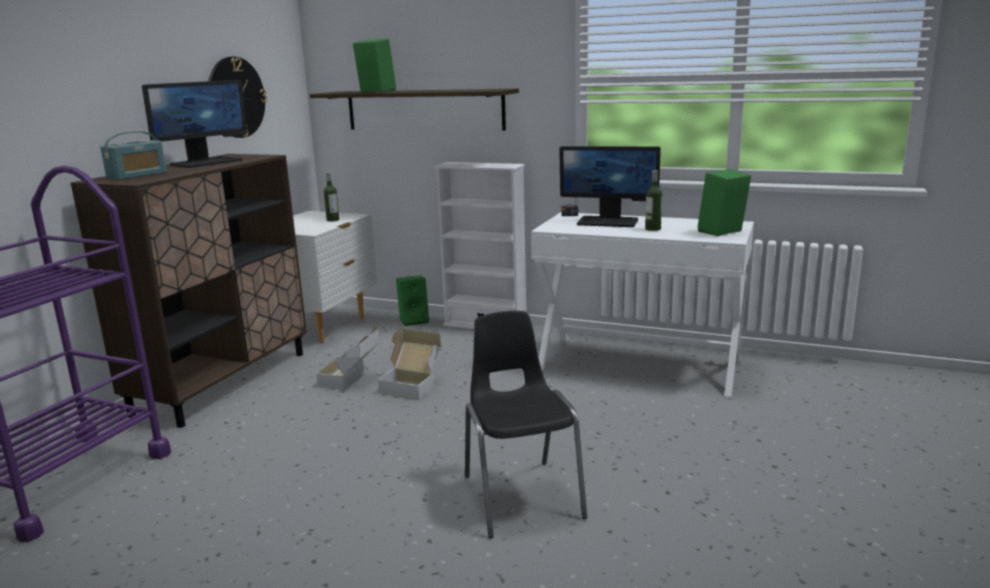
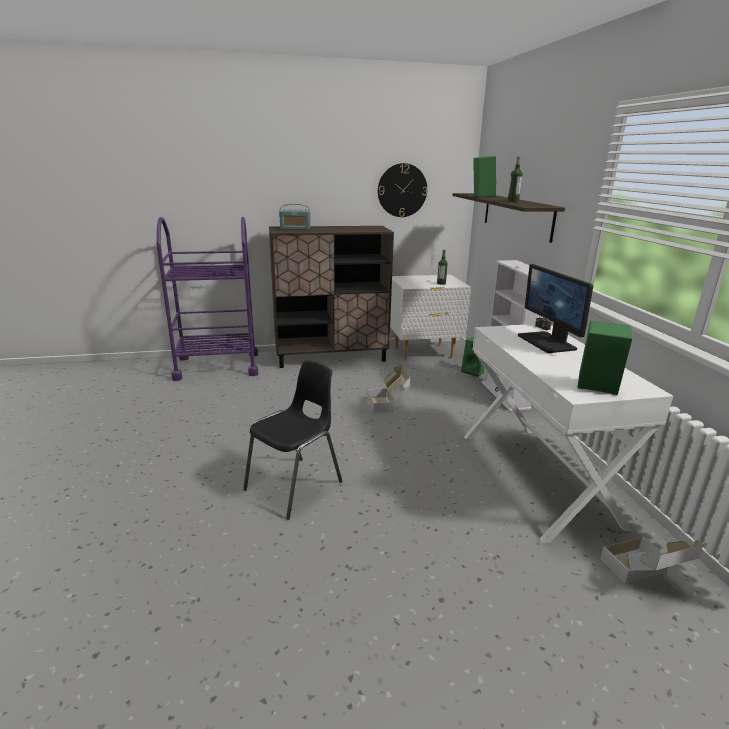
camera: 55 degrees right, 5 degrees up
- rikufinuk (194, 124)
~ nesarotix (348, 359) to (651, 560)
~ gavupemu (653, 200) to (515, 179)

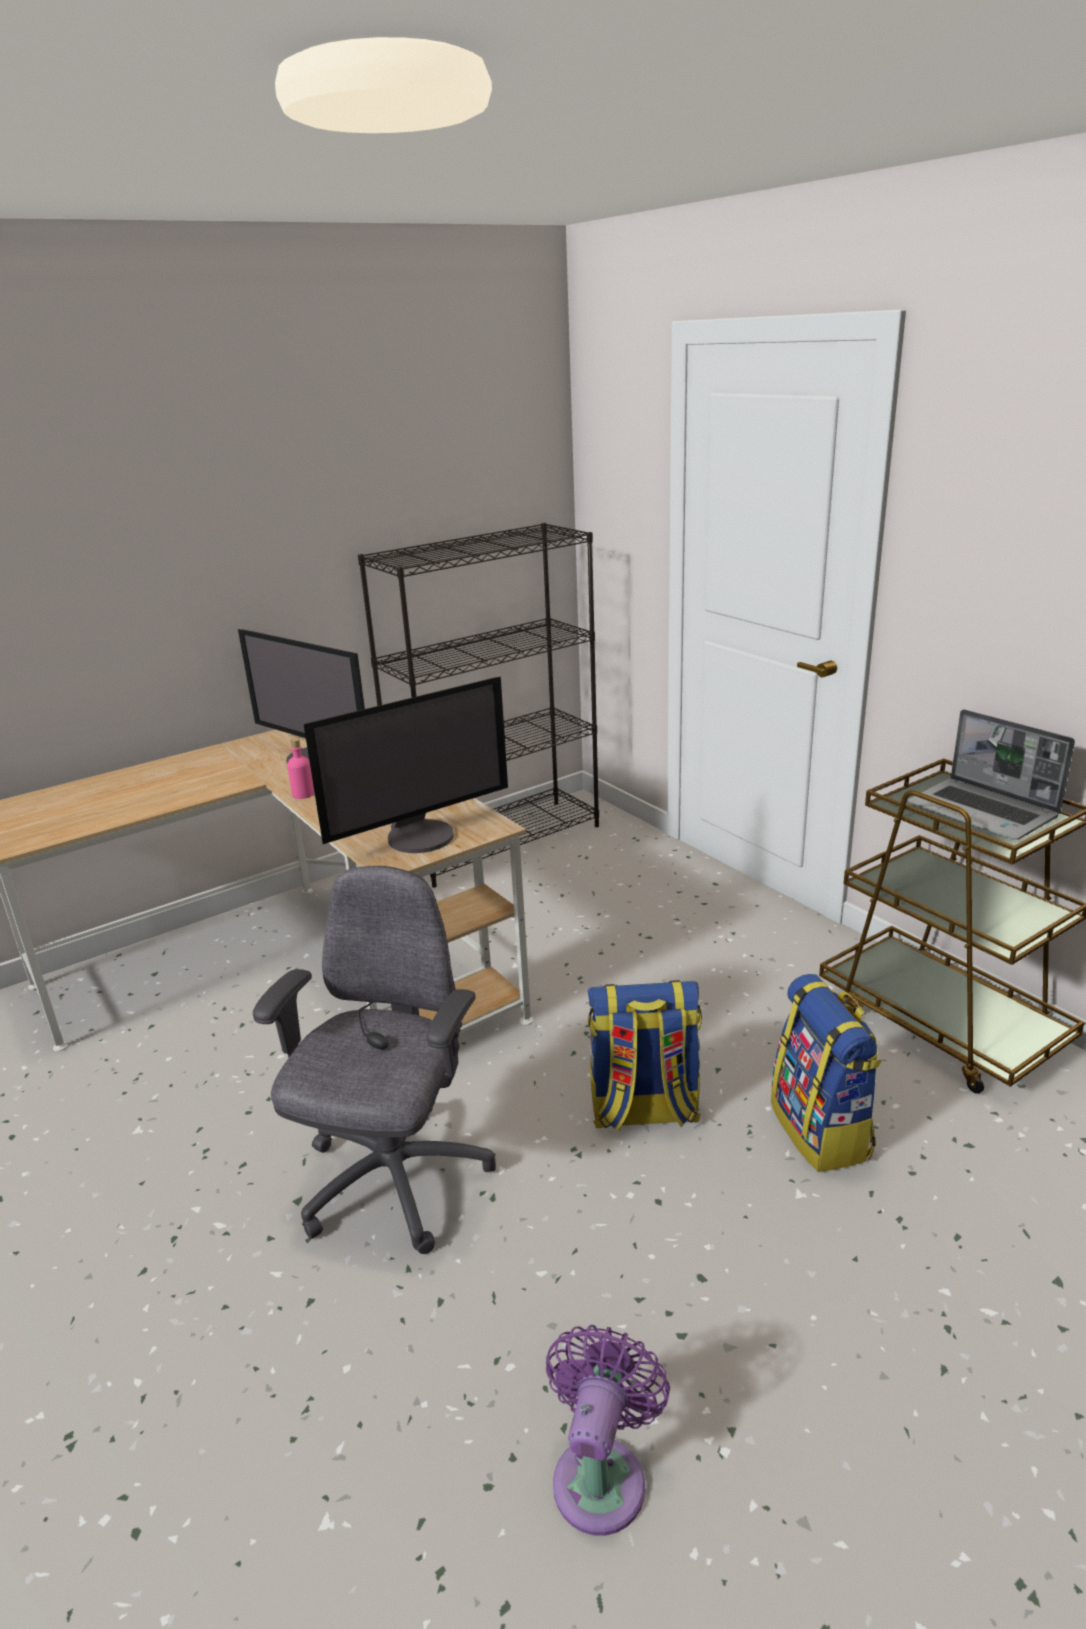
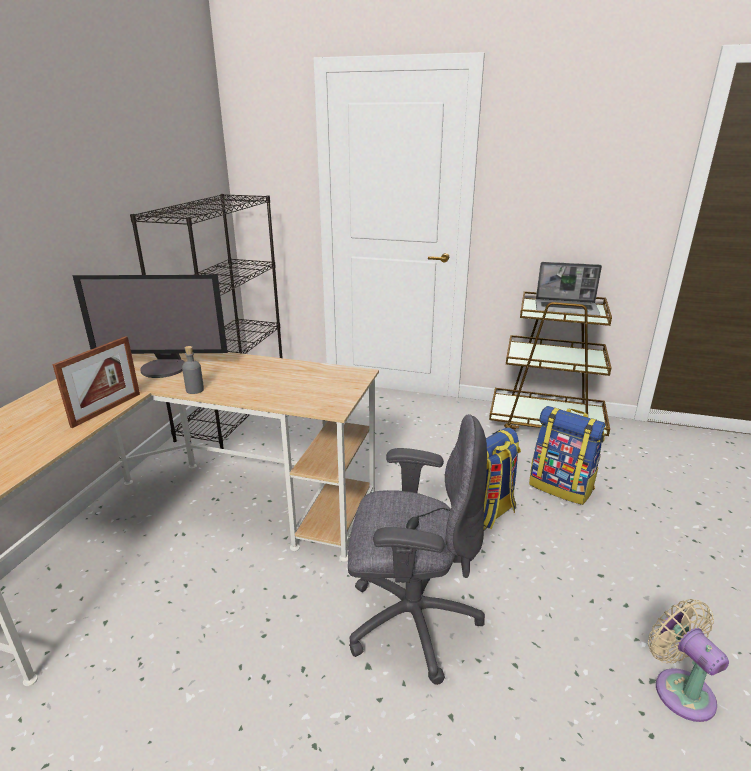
camera: 40 degrees left, 0 degrees up
- rikufinuk (406, 765)
+ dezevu (96, 382)
~ pink_gavupemu (300, 768) to grey_gavupemu (193, 370)
~ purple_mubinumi (608, 1430) to beige_mubinumi (688, 660)
~ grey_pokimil (374, 1060) = (417, 549) 120 degrees clockwise

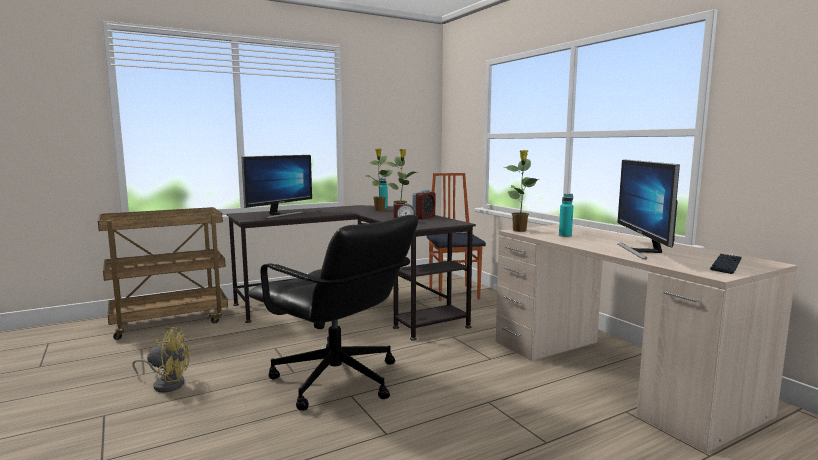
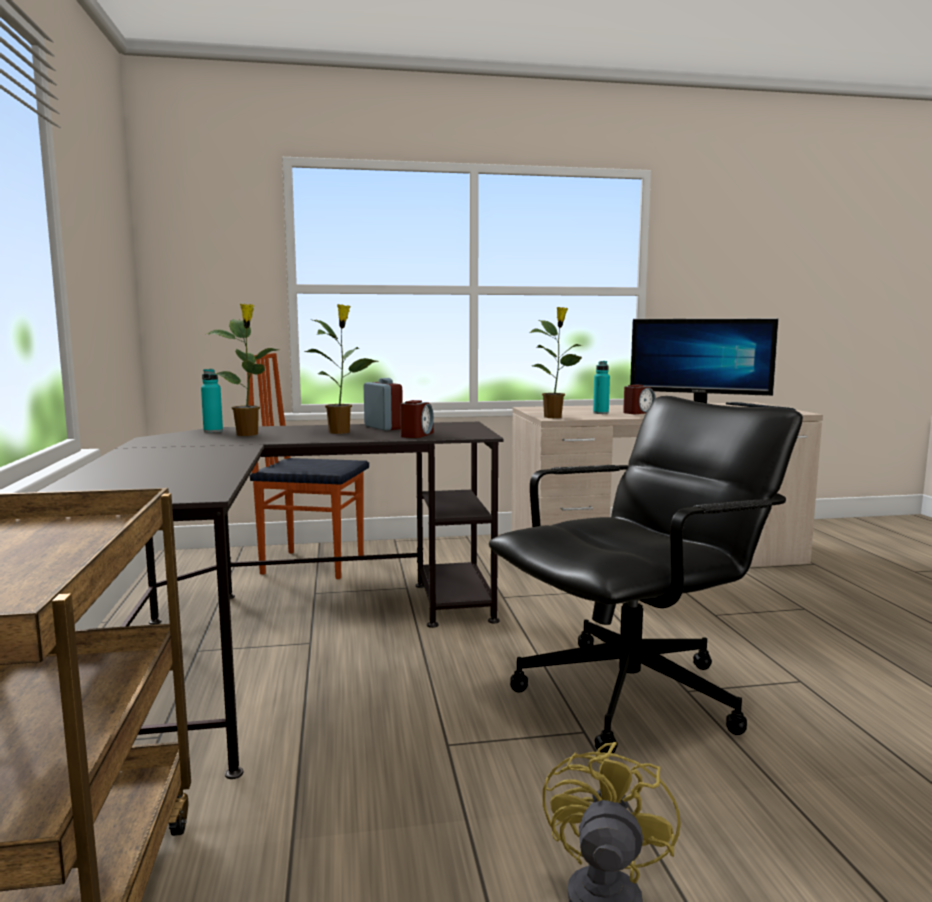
camera: 70 degrees left, 0 degrees up
- rikufinuk (276, 186)
+ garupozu (639, 399)

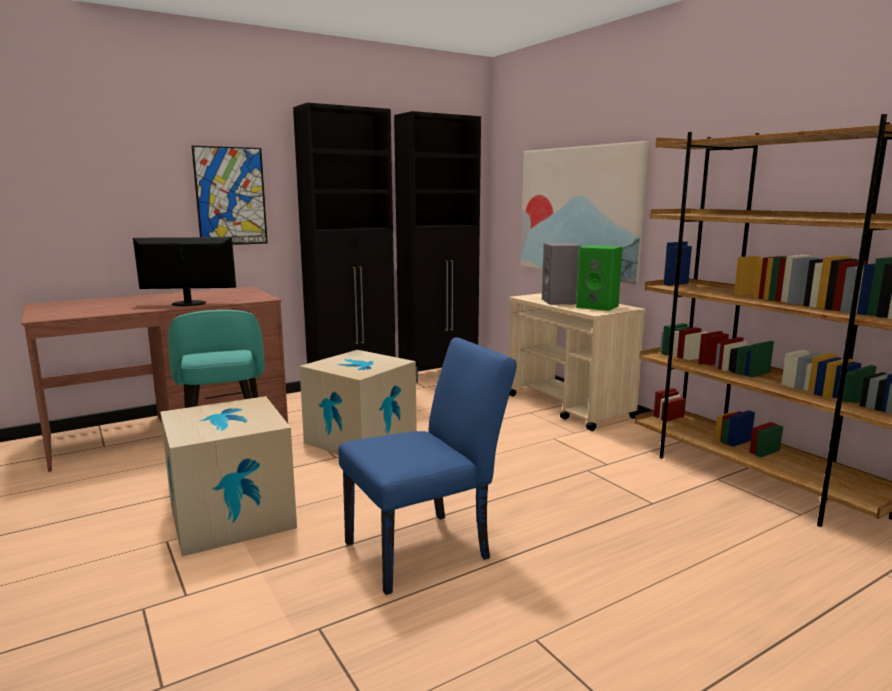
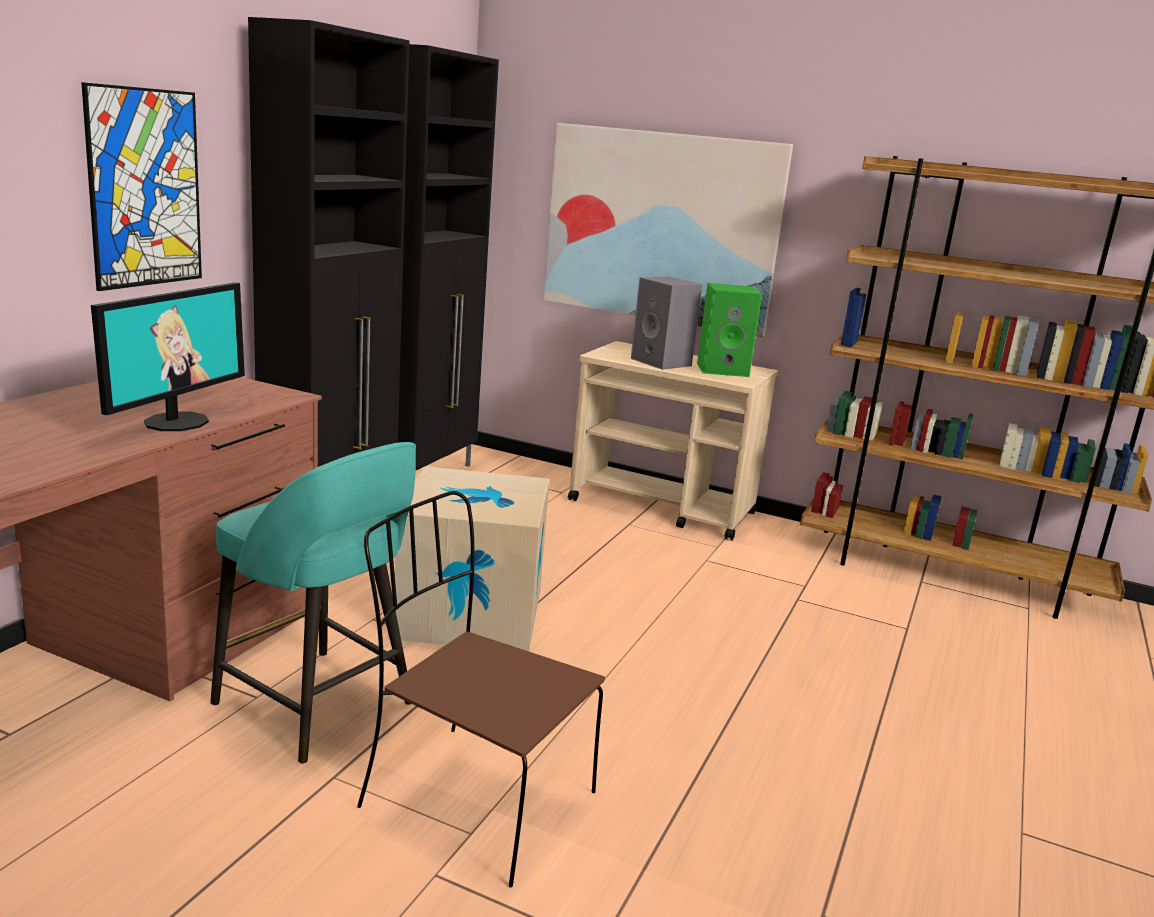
camera: 35 degrees left, 5 degrees up
- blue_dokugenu (428, 466)
~ nesarotix (228, 476) to brown_dokugenu (481, 689)
~ rikufinuk (184, 271) = (168, 356) 150 degrees clockwise

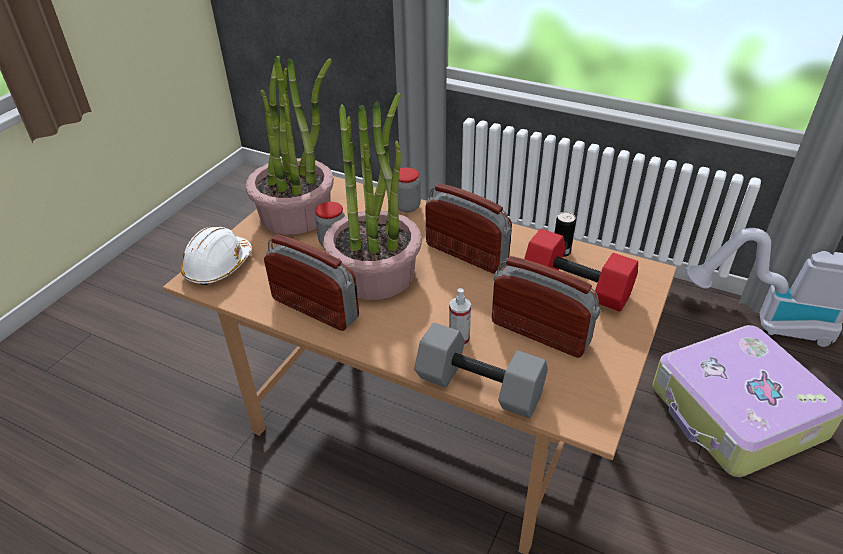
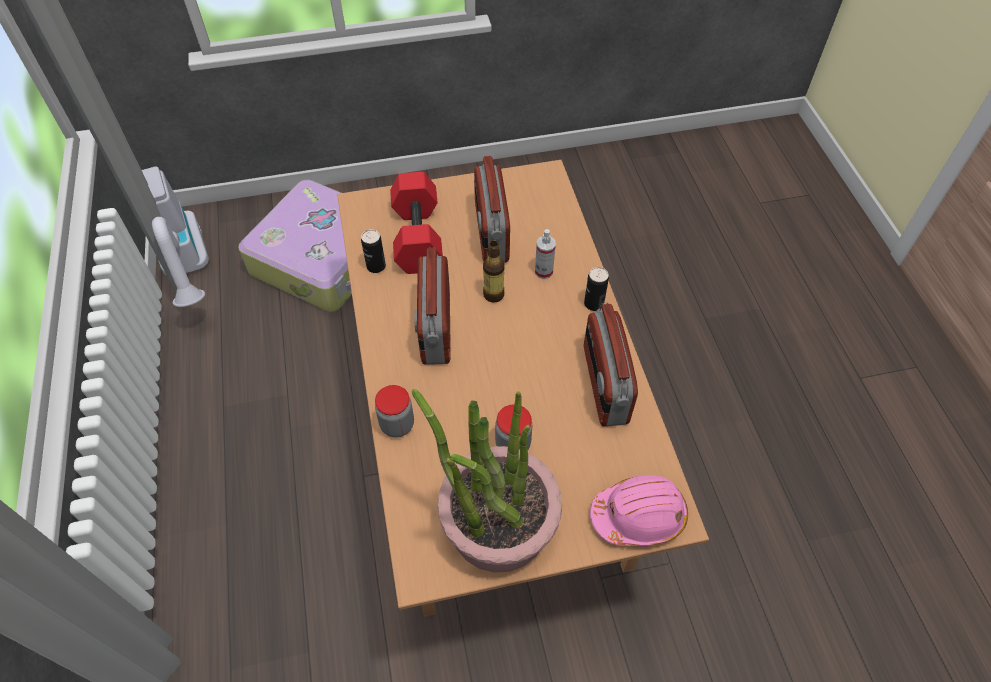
camera: 130 degrees left, 15 degrees up
- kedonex (372, 196)
- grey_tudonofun (481, 370)
+ gavupemu (494, 272)
+ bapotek (596, 289)
~ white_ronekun (216, 255) to pink_ronekun (639, 510)

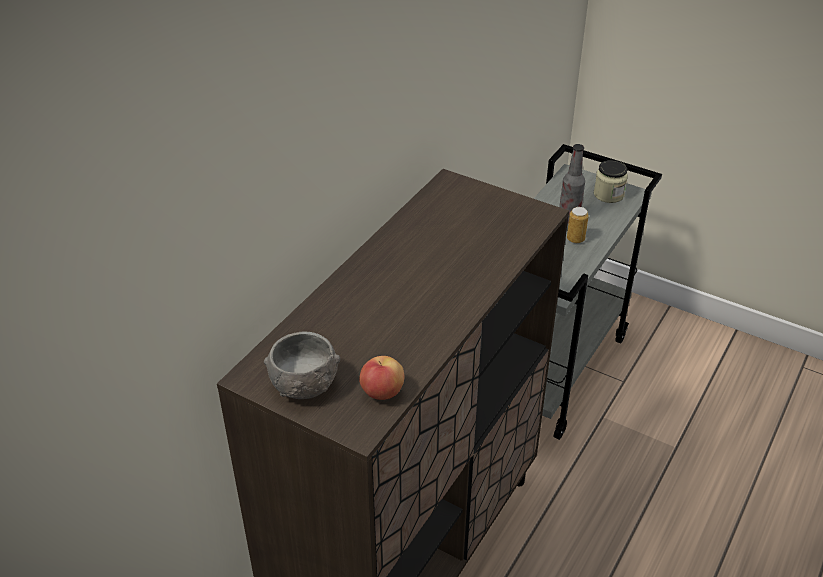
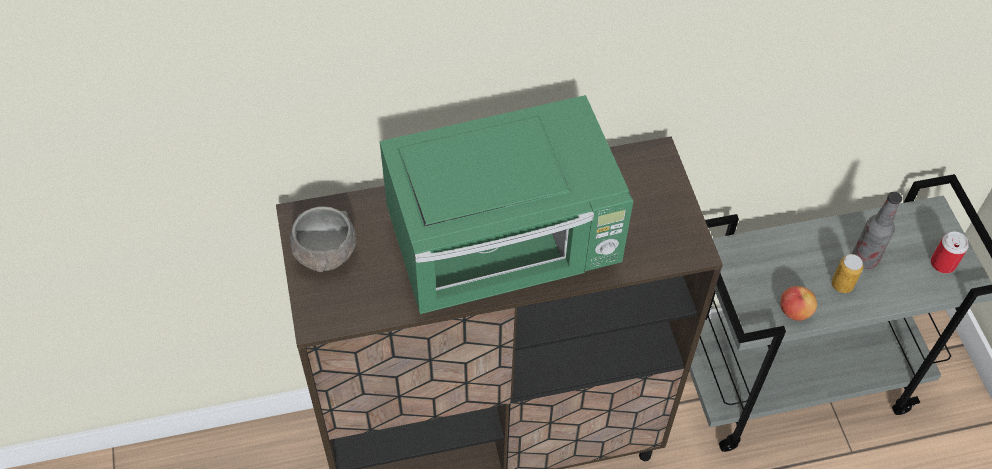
camera: 45 degrees right, 15 degrees up
+ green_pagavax (506, 204)
~ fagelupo (381, 378) to (799, 303)
~ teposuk (611, 181) to bapotek (950, 252)

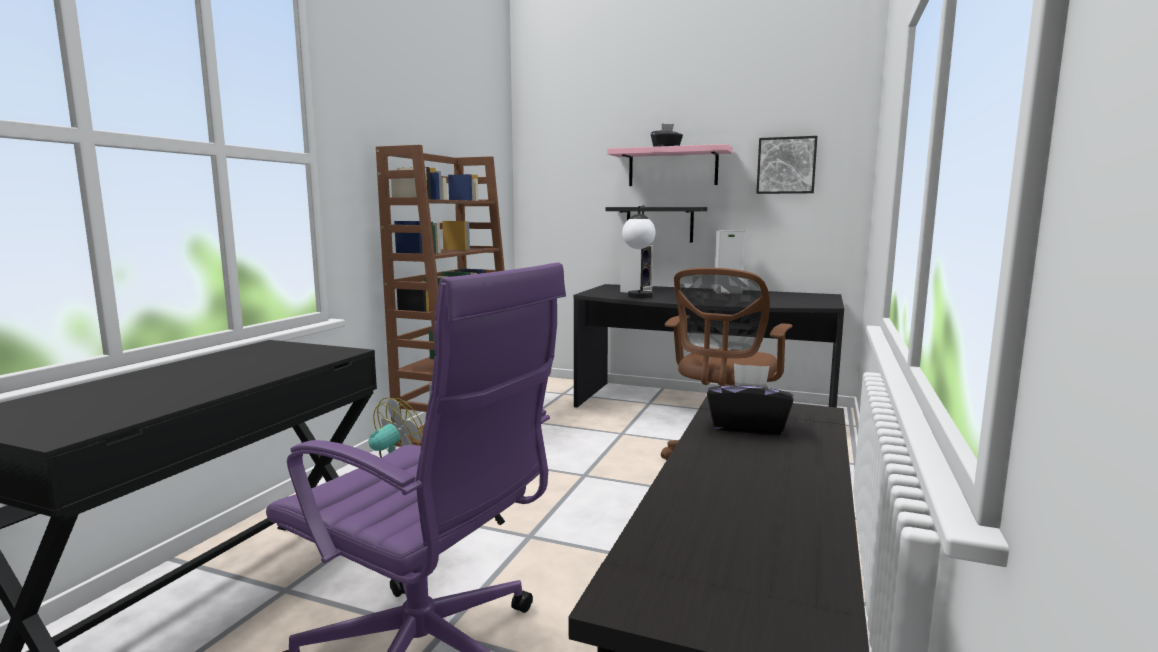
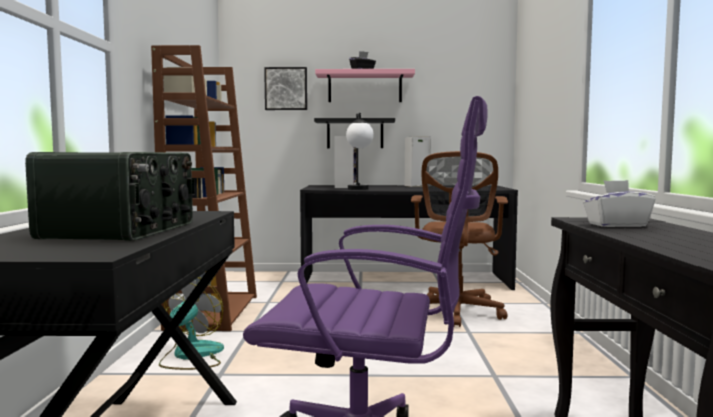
camera: 20 degrees left, 5 degrees down
+ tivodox (110, 196)
~ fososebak (786, 165) to (285, 88)
~ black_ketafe (750, 399) to white_ketafe (619, 203)

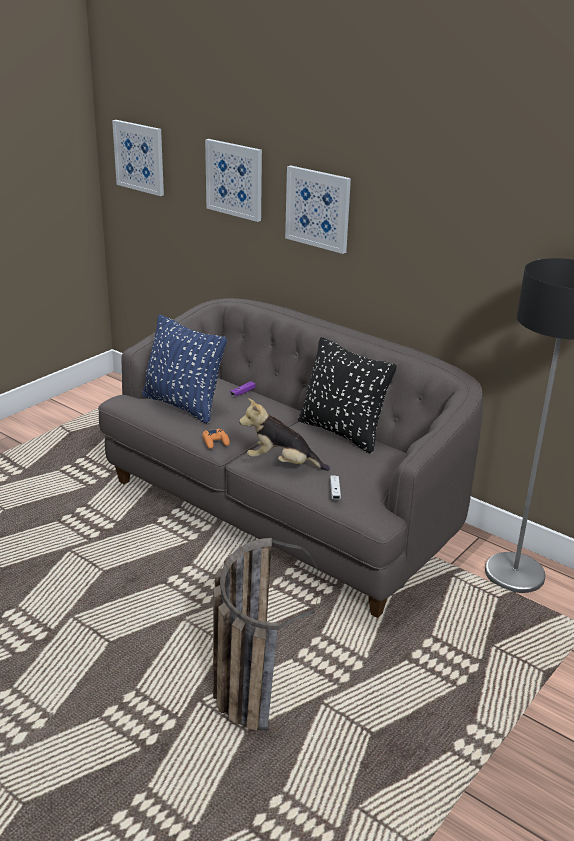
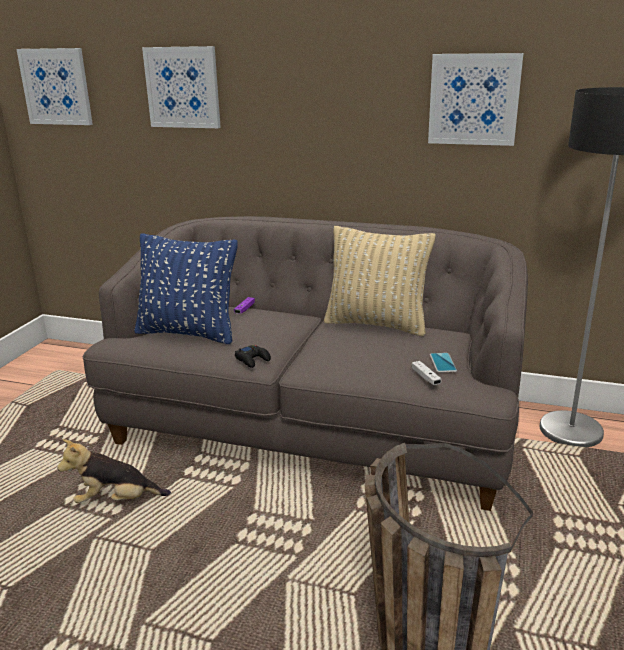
camera: 20 degrees left, 5 degrees down
+ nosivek (443, 363)
~ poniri (284, 434) to (114, 471)
~ fososebak (318, 209) to (475, 99)
~ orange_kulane (216, 439) to black_kulane (253, 356)
~ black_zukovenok (347, 395) to beige_zukovenok (379, 281)

